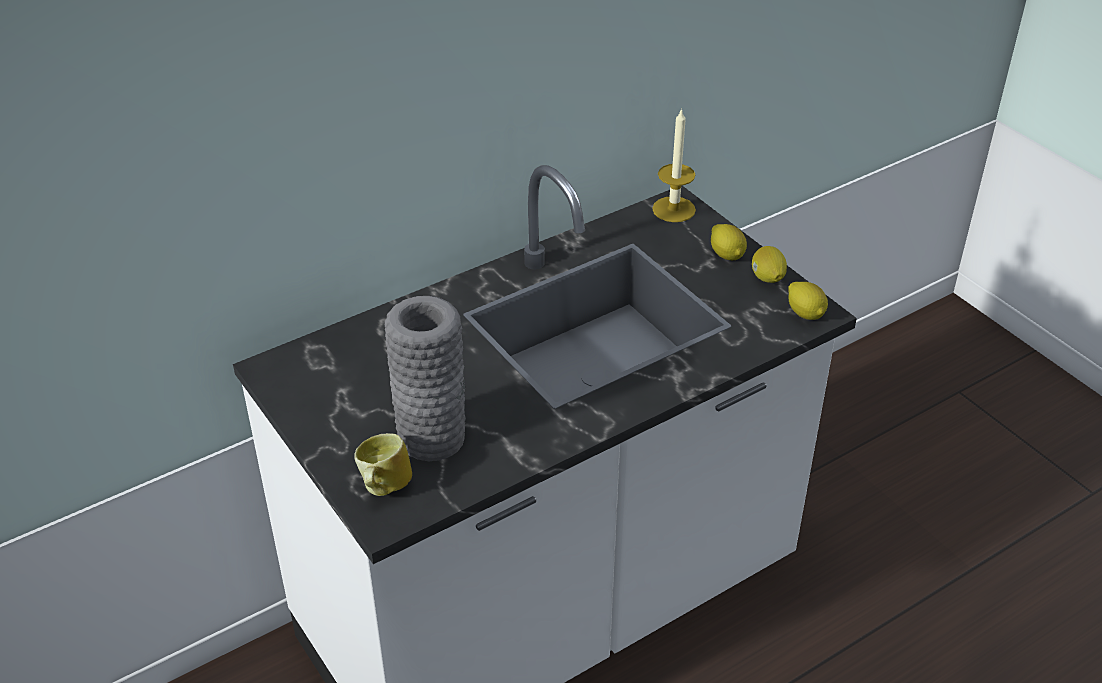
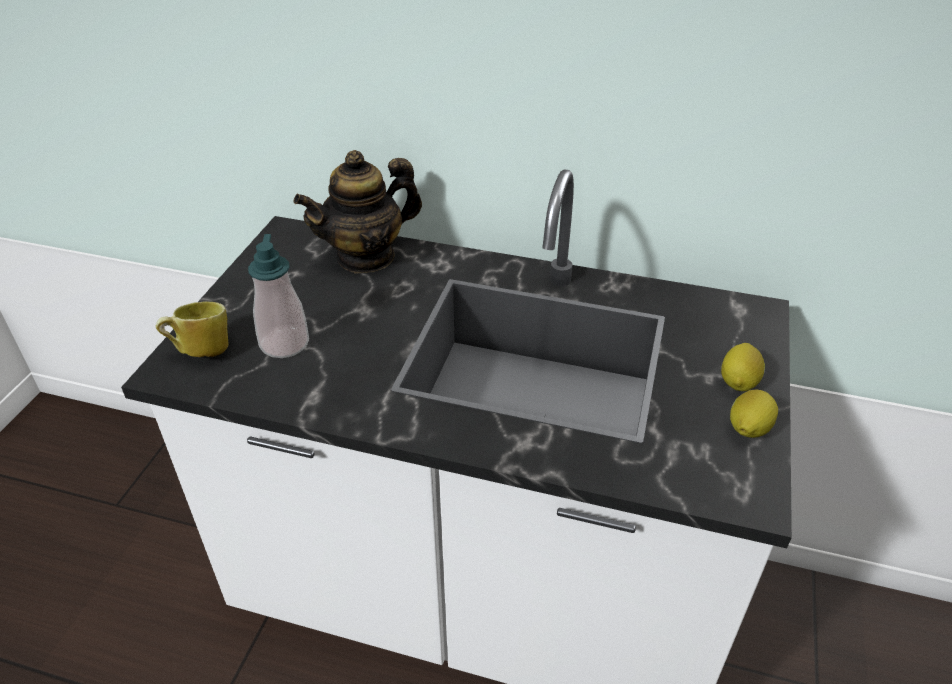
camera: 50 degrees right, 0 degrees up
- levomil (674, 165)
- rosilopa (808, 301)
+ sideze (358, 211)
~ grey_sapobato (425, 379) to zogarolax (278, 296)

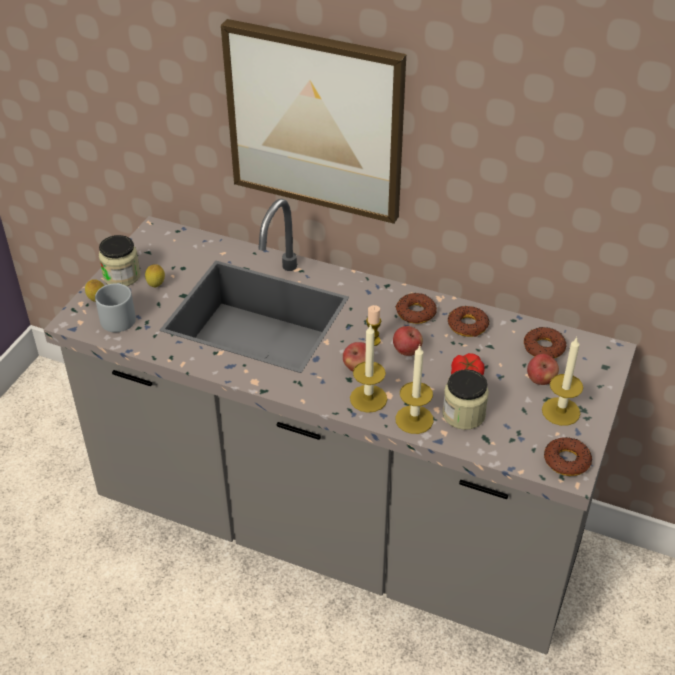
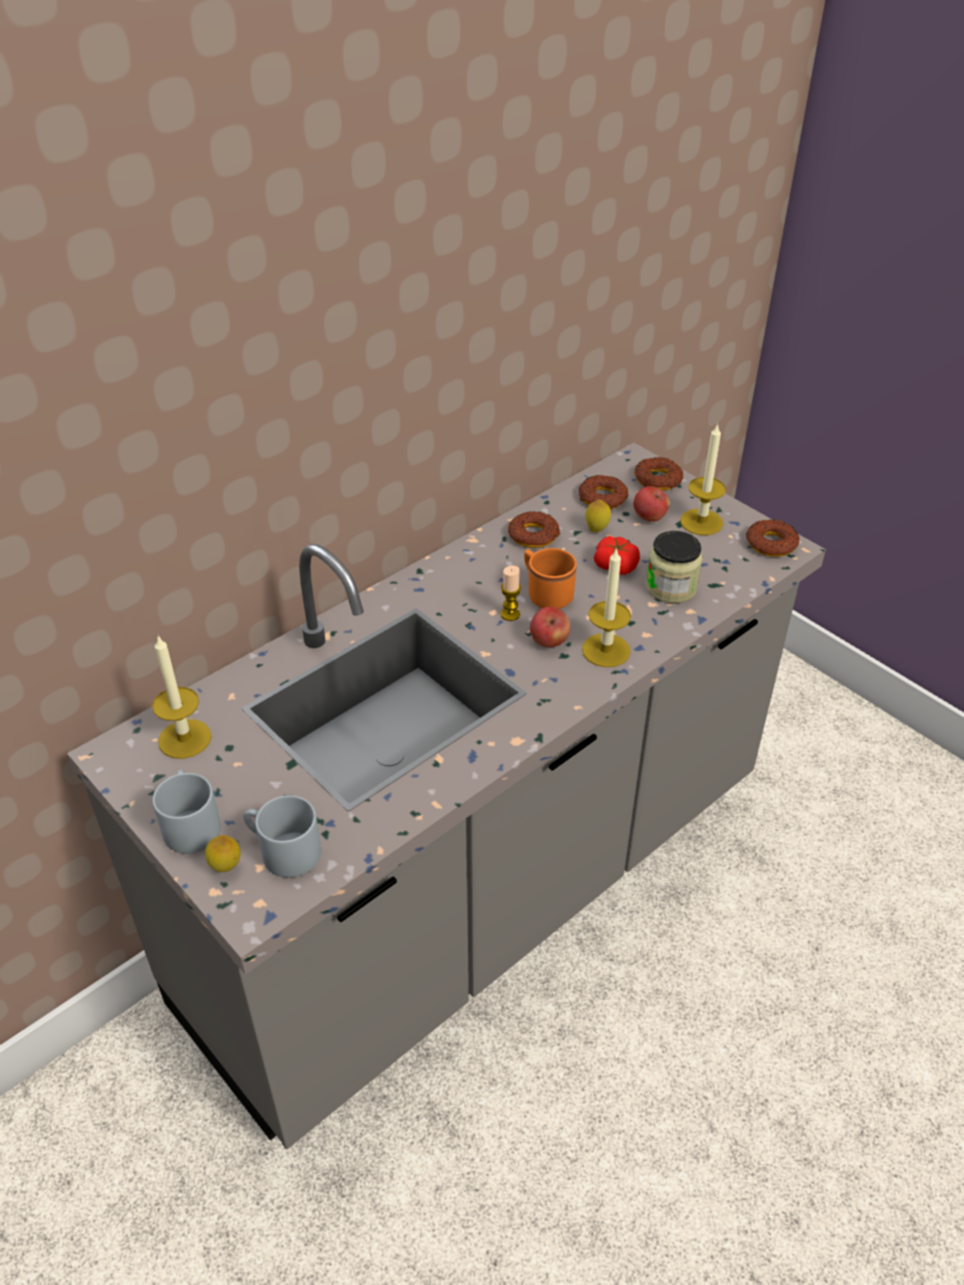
camera: 65 degrees left, 0 degrees up
- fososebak (313, 121)
~ rosilopa (155, 276) to (598, 515)
~ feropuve (416, 308) to (658, 474)
~ levomil (415, 389) to (182, 697)
~ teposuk (120, 260) to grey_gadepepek (186, 811)
~ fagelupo (408, 341) to orange_gadepepek (550, 578)

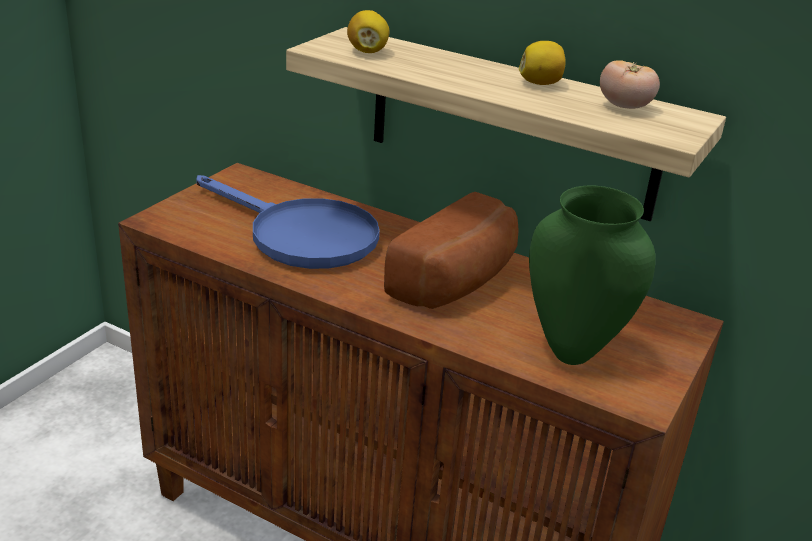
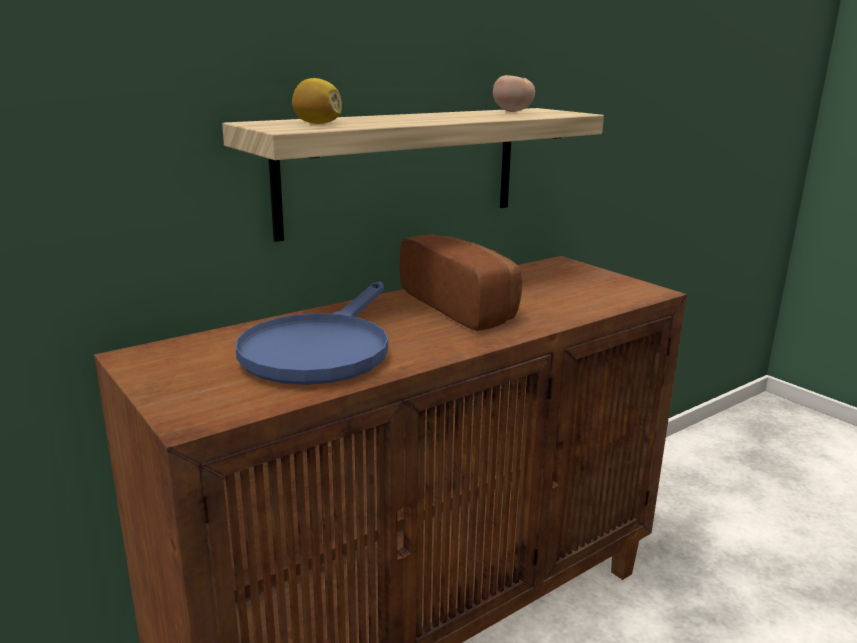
camera: 65 degrees left, 10 degrees down
- rosilopa (542, 63)
- green_sapobato (592, 275)
~ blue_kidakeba (288, 222) = (312, 333) 135 degrees clockwise

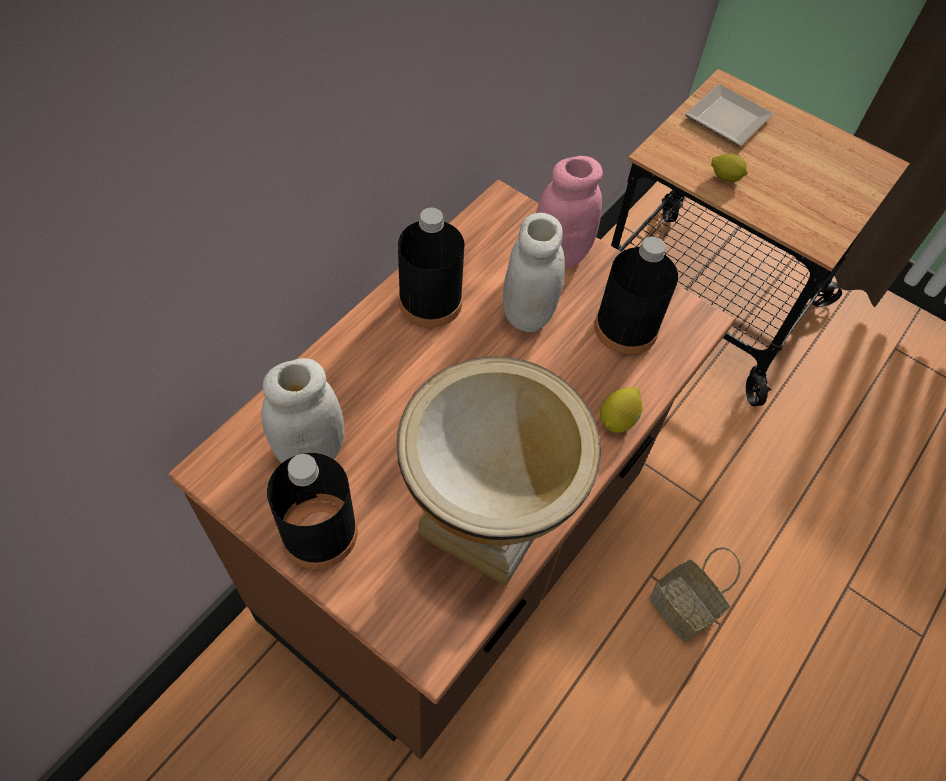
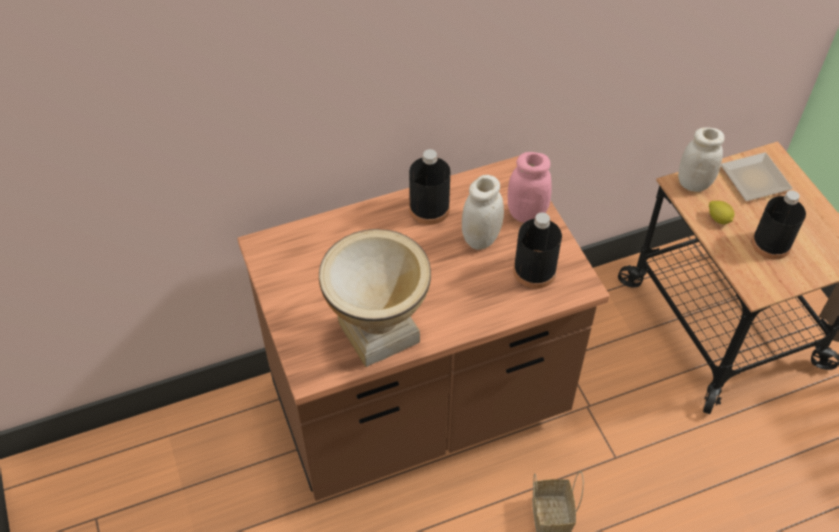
camera: 35 degrees right, 5 degrees down
- rosilopa (621, 410)
~ white_teposuk (303, 410) to (701, 159)
~ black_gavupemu (312, 511) to (779, 225)

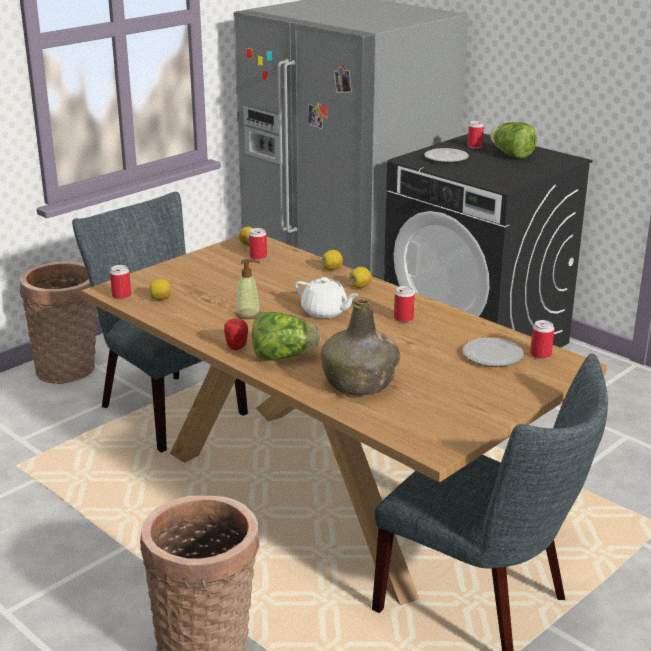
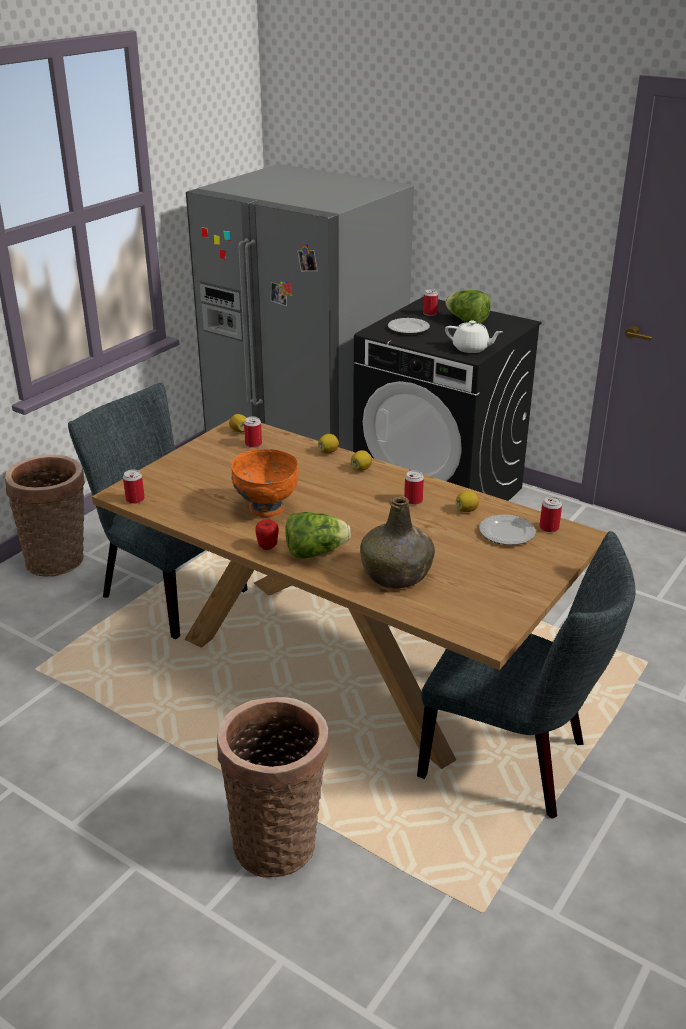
camera: 10 degrees left, 5 degrees up
~ rosilopa (160, 289) to (467, 501)
~ white_sideze (326, 297) to (474, 336)
~ zogarolax (248, 289) to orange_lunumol (265, 483)

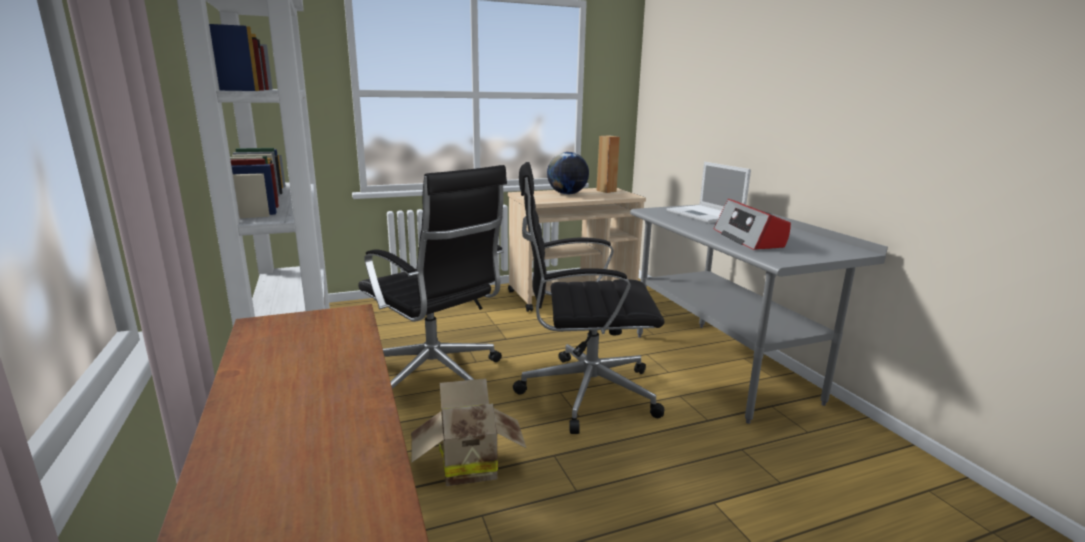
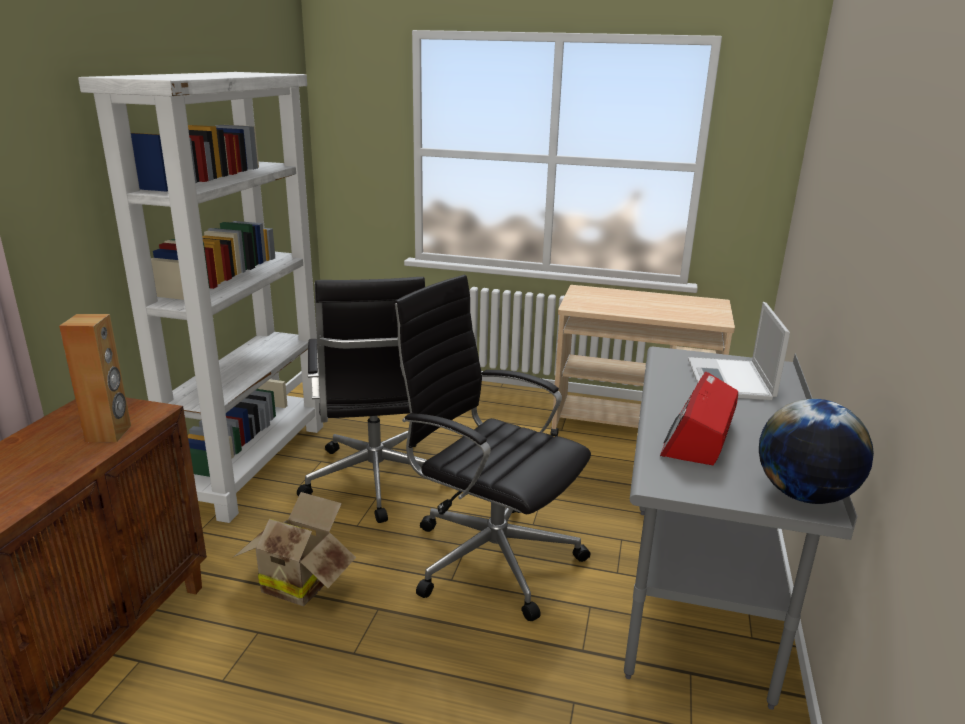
camera: 35 degrees right, 5 degrees up
~ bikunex (568, 173) to (816, 451)
~ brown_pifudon (608, 164) to (95, 378)

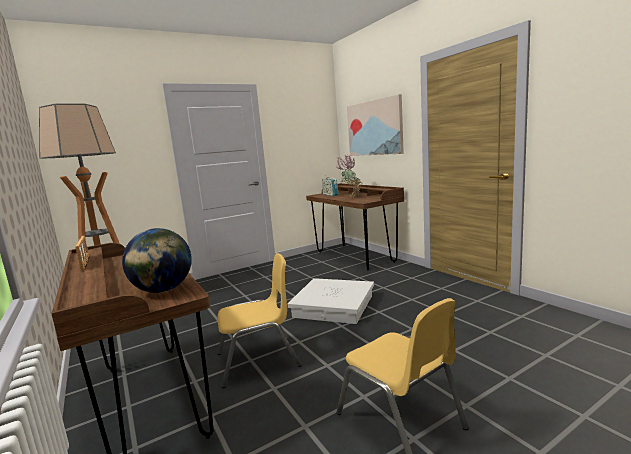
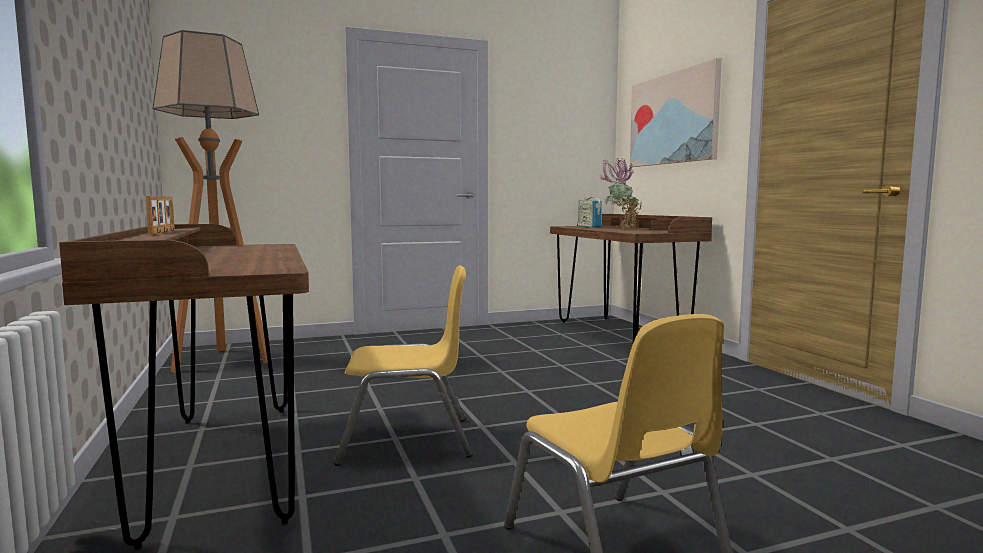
camera: 10 degrees right, 5 degrees down
- bikunex (157, 260)
- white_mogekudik (331, 301)

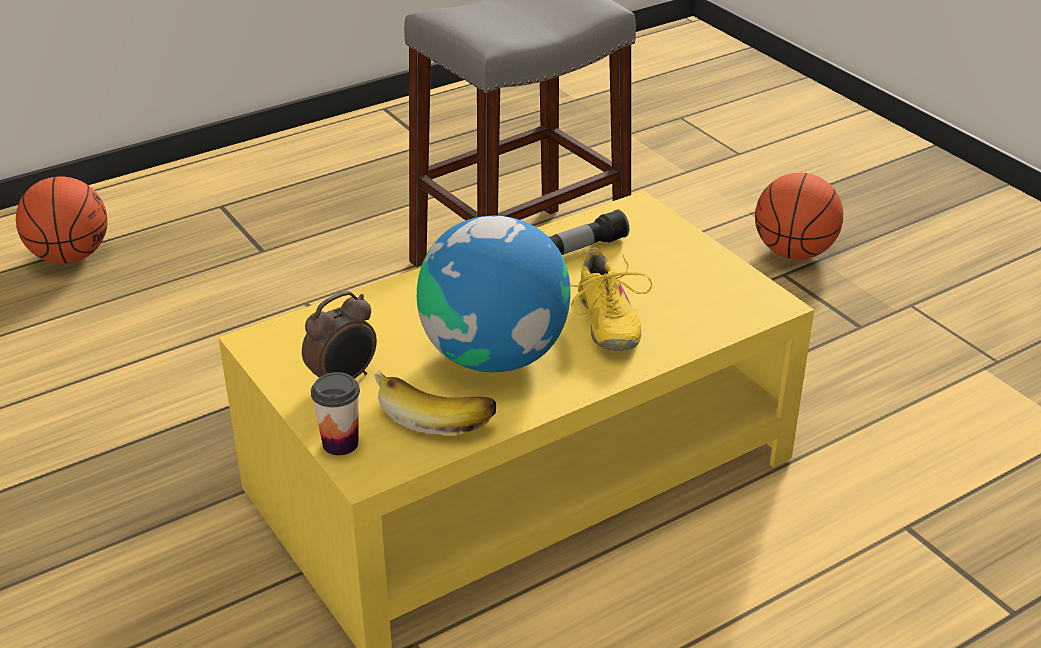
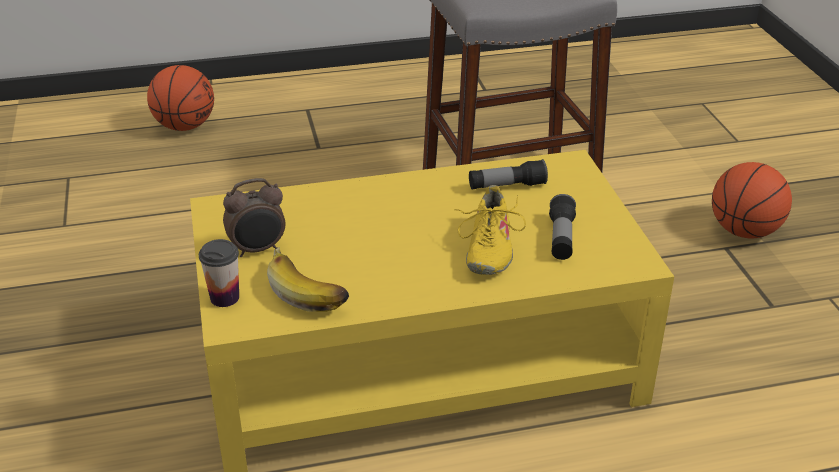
camera: 20 degrees right, 0 degrees up
- bikunex (494, 294)
+ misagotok (562, 227)

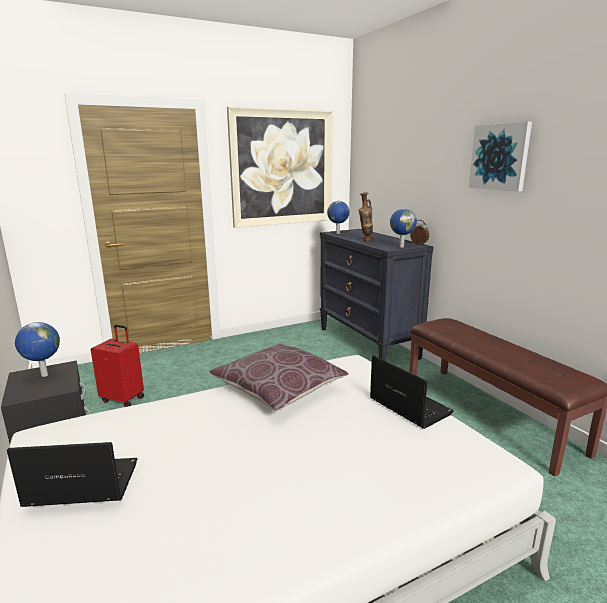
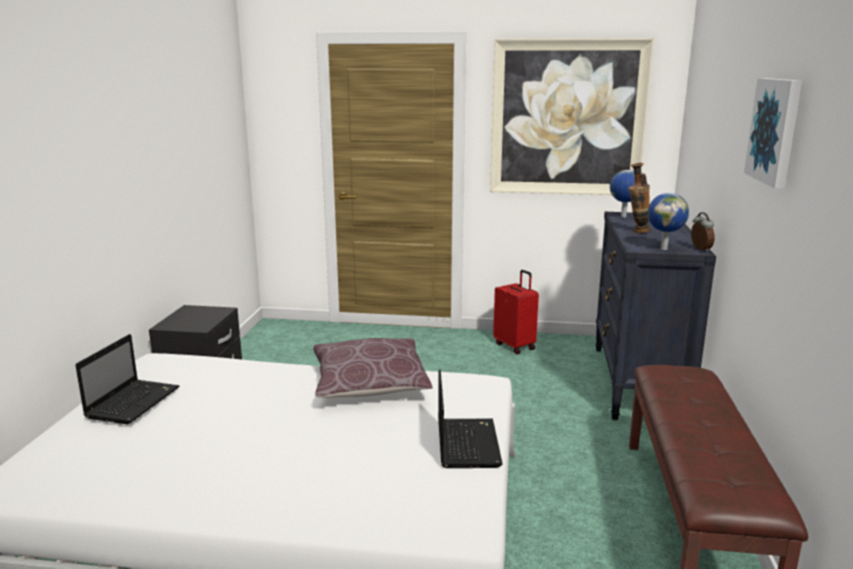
camera: 35 degrees right, 0 degrees up
- bikunex (37, 349)
~ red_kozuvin (117, 366) to (516, 312)
~ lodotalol (72, 474) = (127, 379) 75 degrees clockwise

